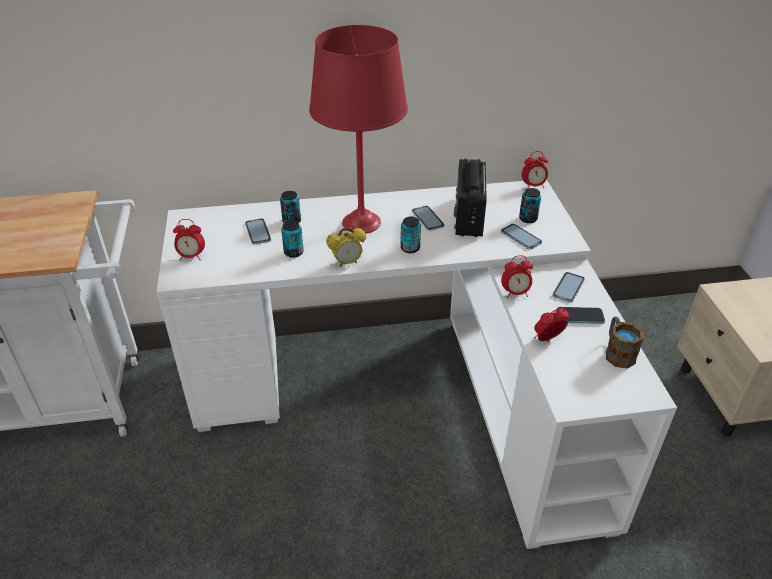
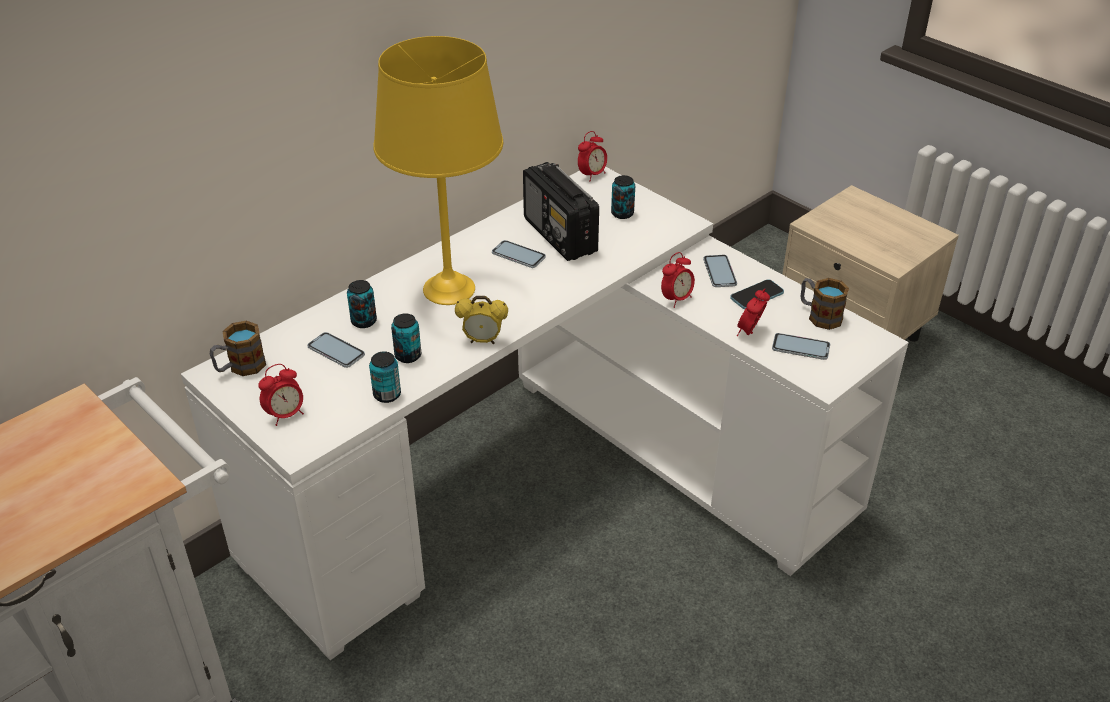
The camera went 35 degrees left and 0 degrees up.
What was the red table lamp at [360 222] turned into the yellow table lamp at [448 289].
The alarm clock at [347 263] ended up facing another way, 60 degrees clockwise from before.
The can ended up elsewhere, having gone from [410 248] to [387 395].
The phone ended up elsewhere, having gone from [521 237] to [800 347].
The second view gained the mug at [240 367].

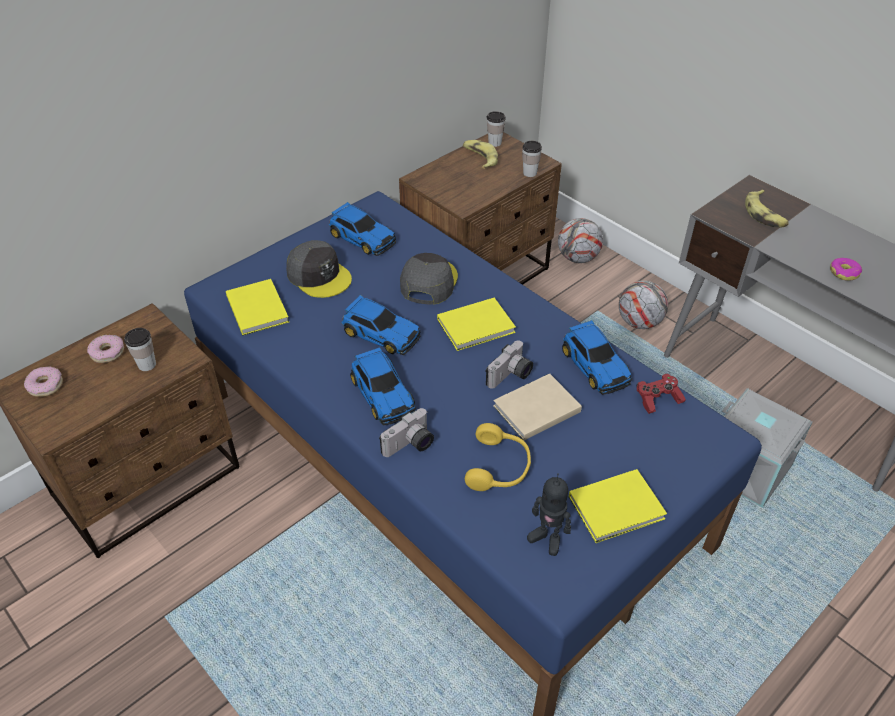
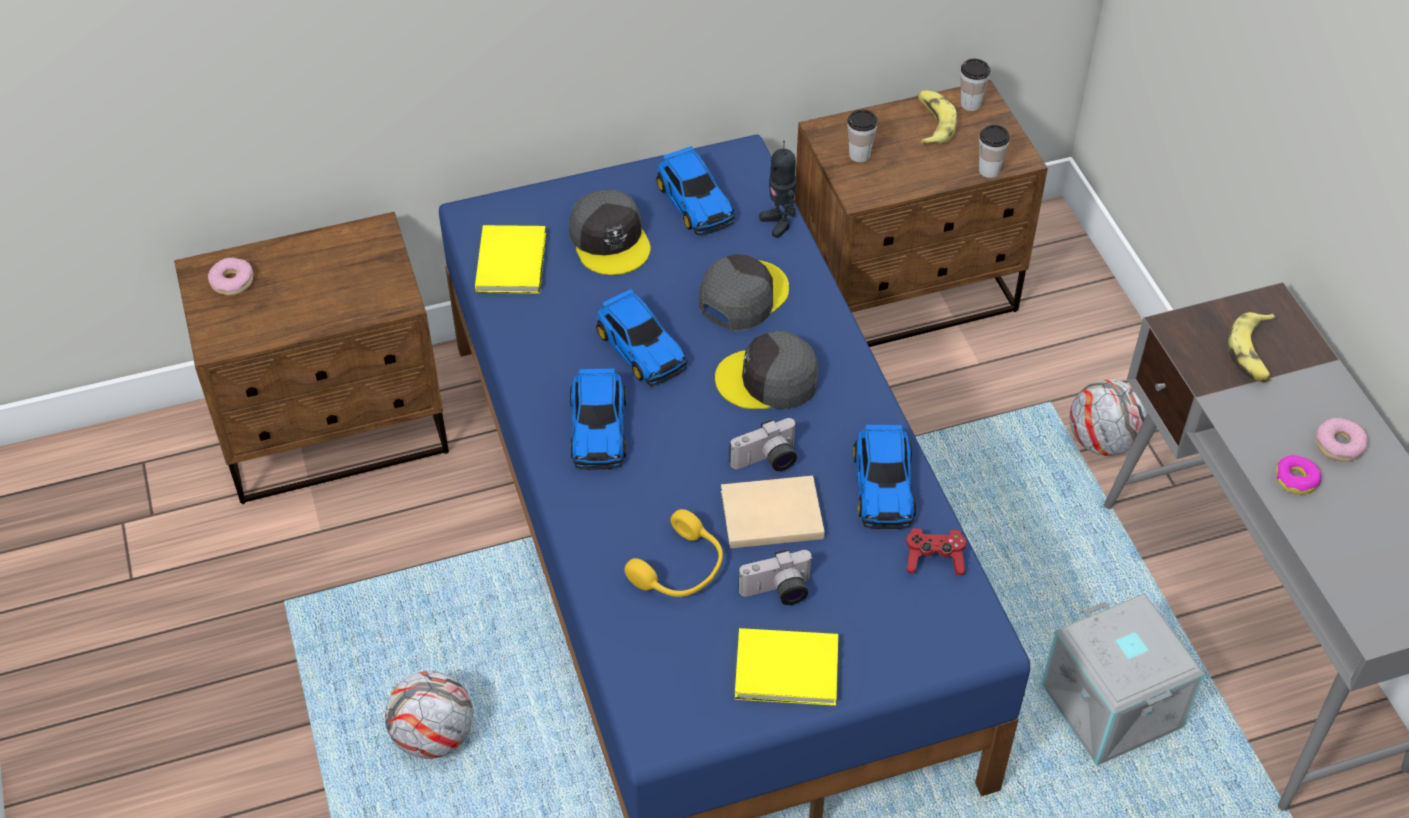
The camera went 25 degrees right and 5 degrees up.
The donut ended up elsewhere, having gone from [107 352] to [1339 445].
The cup ended up elsewhere, having gone from [147 365] to [859 155].
The photo camera ended up elsewhere, having gone from [410 446] to [778 592].
Where the yellow book stood at [478 326], the grey cap came to stand at [768 380].
The toy robot ended up elsewhere, having gone from [547 538] to [779 223].
The football ended up elsewhere, having gone from [577 258] to [433 736].

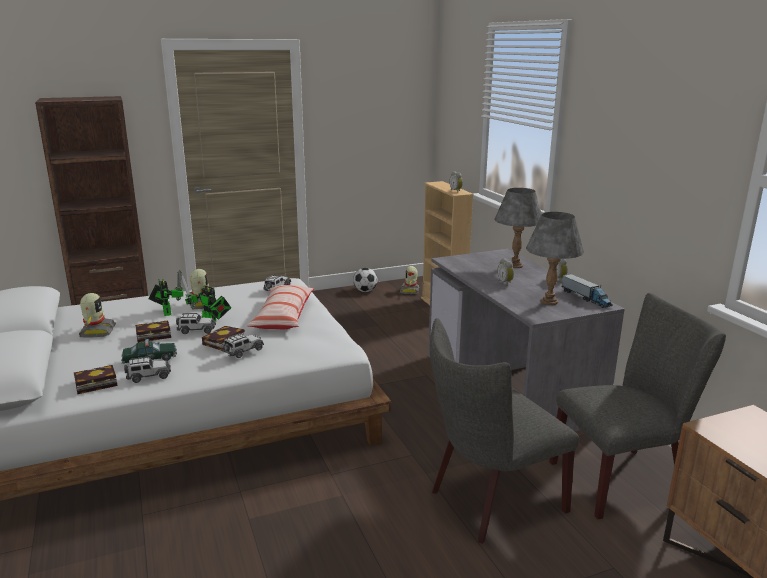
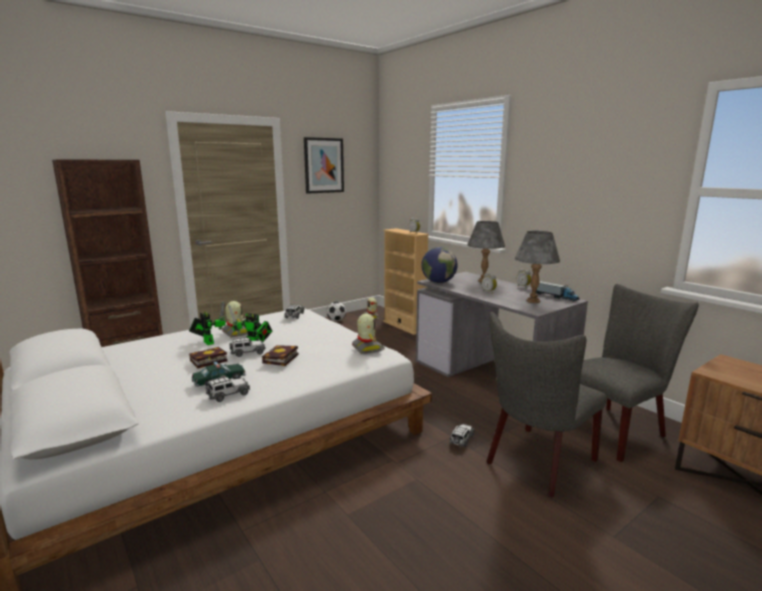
The camera went 15 degrees left and 5 degrees down.
The second view lost the book at [94 384].
The toy robot ended up elsewhere, having gone from [96 331] to [367 348].
The toy car ended up elsewhere, having gone from [243 351] to [461 440].
The second view lost the pillow at [283 316].
The second view gained the picture at [323 165].
The second view gained the globe at [438 282].

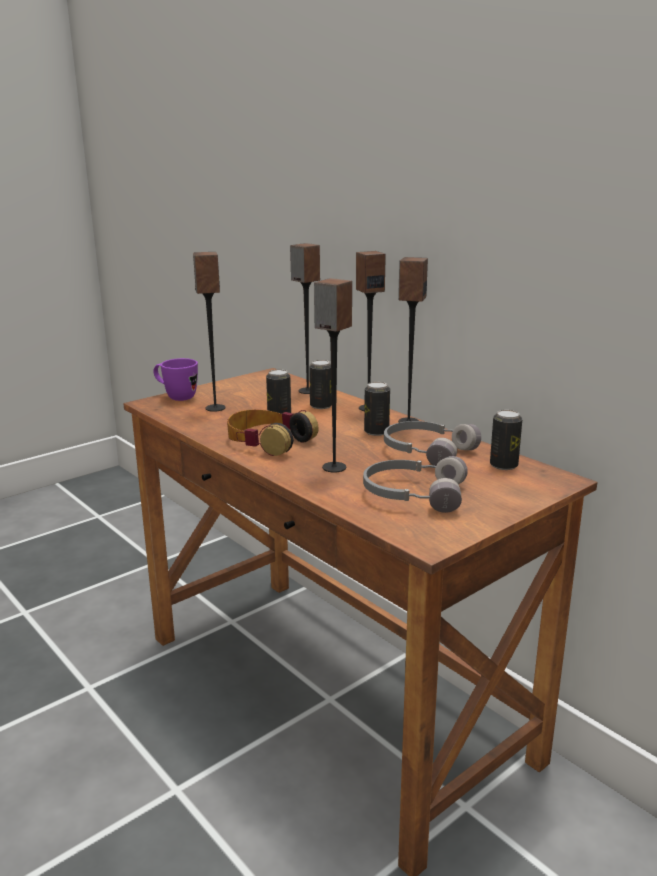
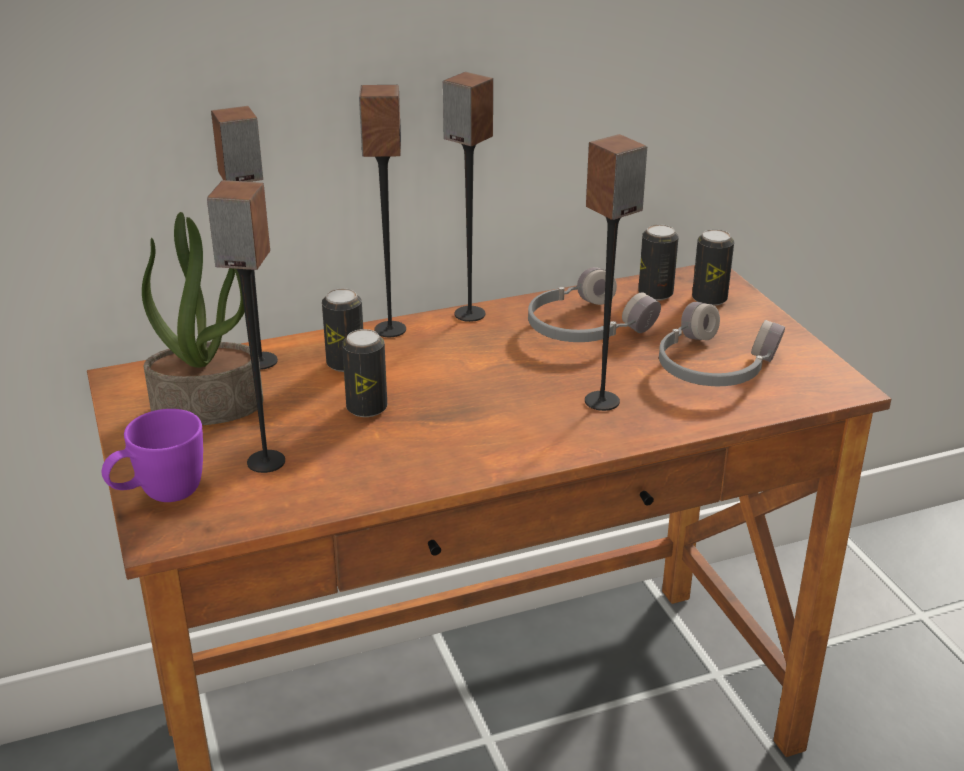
The camera went 70 degrees left and 10 degrees up.
The second view lost the headphones at [268 441].
The can ended up elsewhere, having gone from [376 432] to [709 299].
The second view gained the potted plant at [209 405].

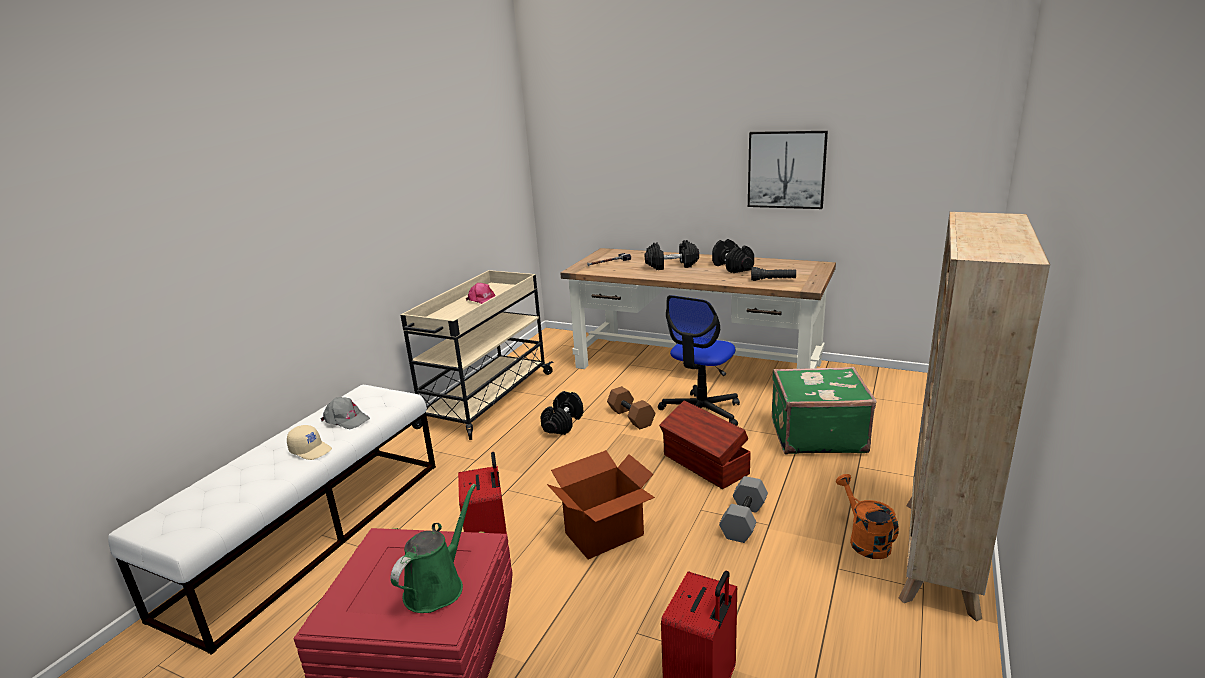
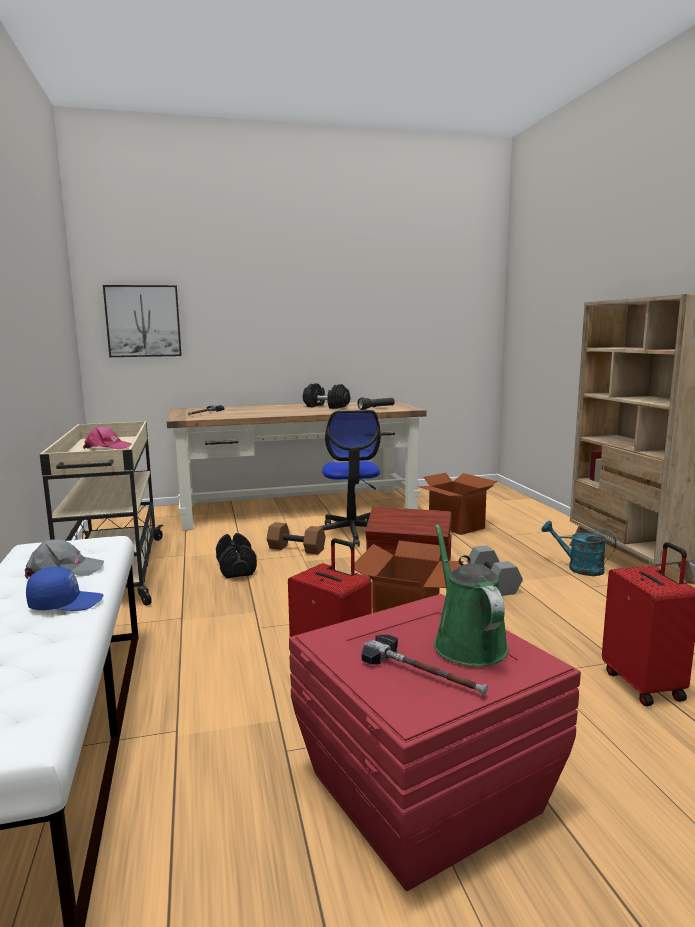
The camera went 40 degrees left and 10 degrees down.
What was the beige cap at [311 450] turned into the blue cap at [66 603].
The second view lost the black dumbbell at [672 265].
The picture ended up elsewhere, having gone from [786 169] to [143 321].
Where the green suitcase stood at [816 435], the cardboard box came to stand at [456 526].
What was the orange watering can at [864 540] turned into the turquoise watering can at [579 568].
The second view gained the hammer at [423 672].

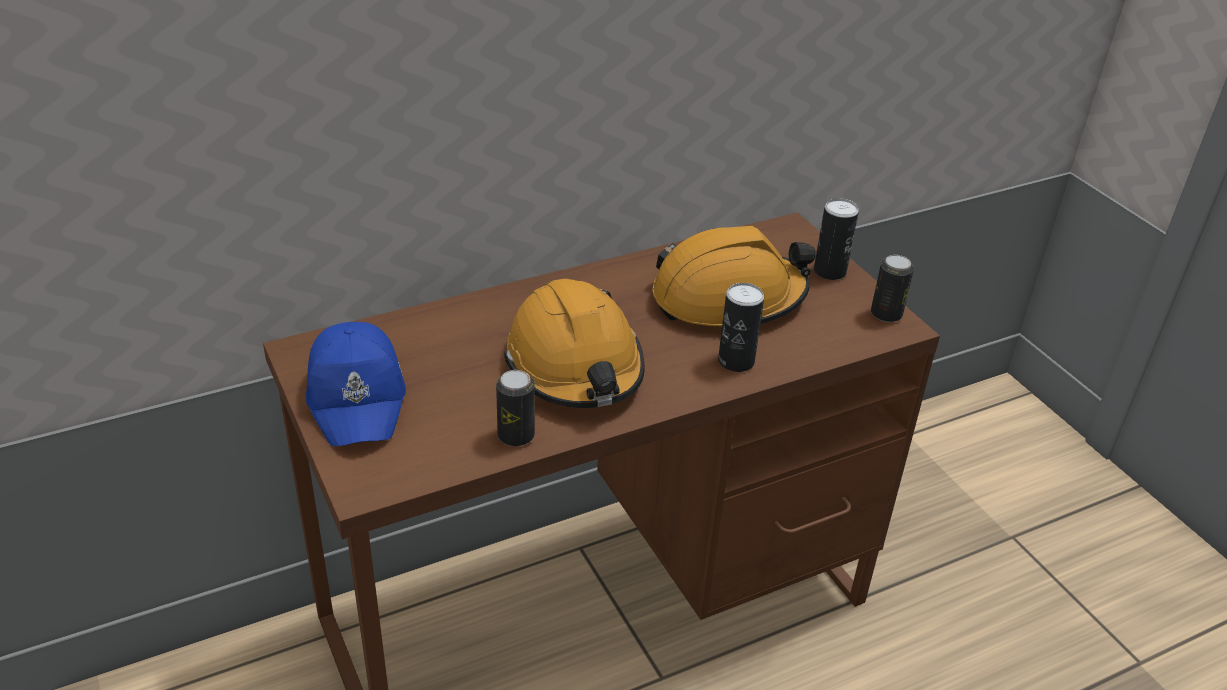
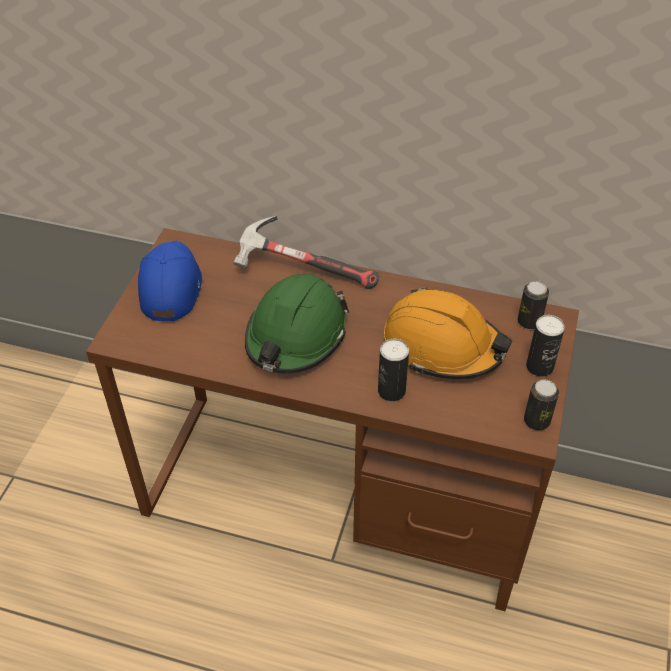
The camera went 45 degrees right and 10 degrees up.
The blue cap at [358 396] ended up facing another way, 150 degrees clockwise from before.
The can ended up elsewhere, having gone from [516 435] to [529 321].
What was the orange hard hat at [575 366] turned into the green hard hat at [296 336].
The second view gained the hammer at [304 270].

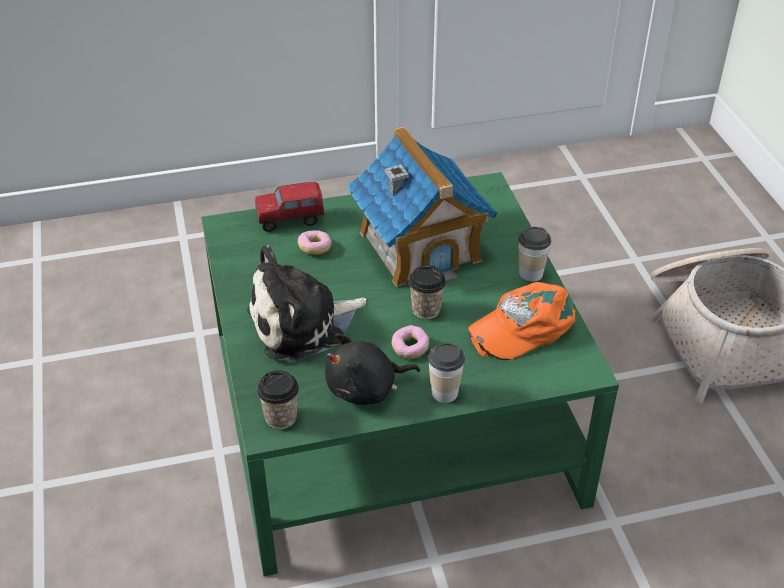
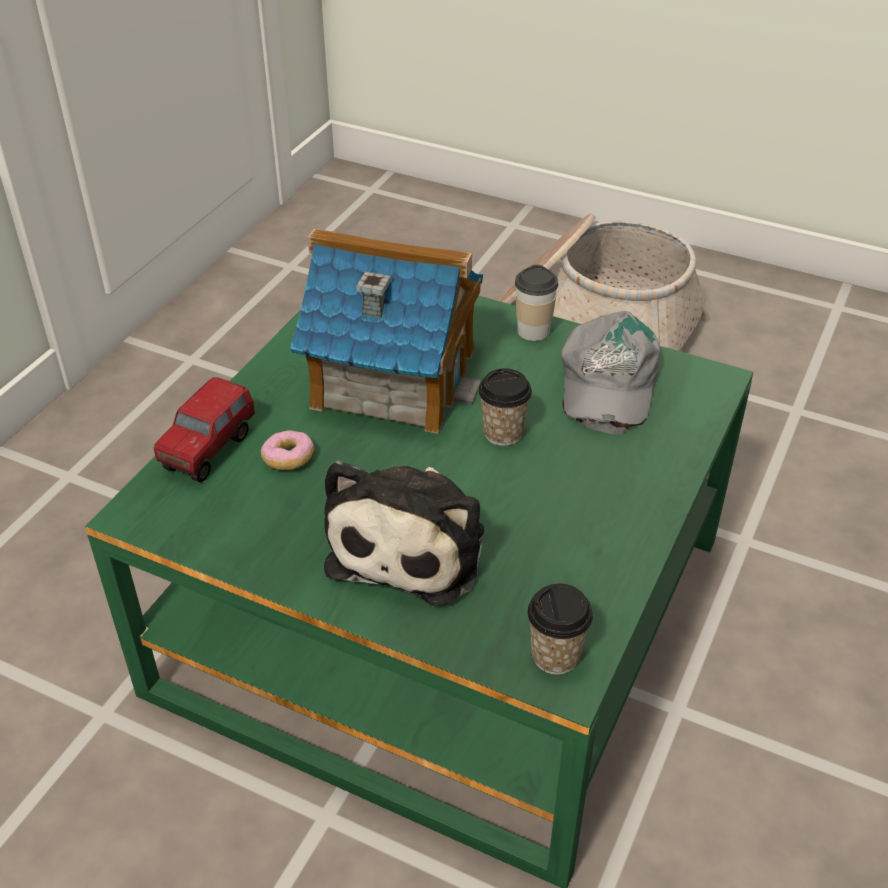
The camera went 50 degrees left and 0 degrees up.
The second view lost the black plush toy at [366 389].
The second view lost the donut at [410 348].
The second view lost the cup at [444 392].
What was the orange cap at [522 326] turned into the grey cap at [606 382].

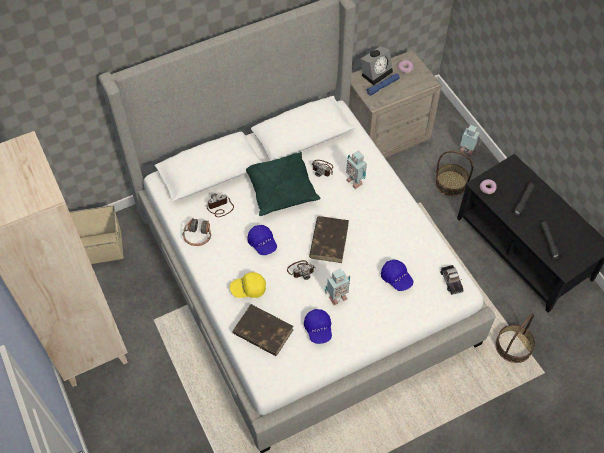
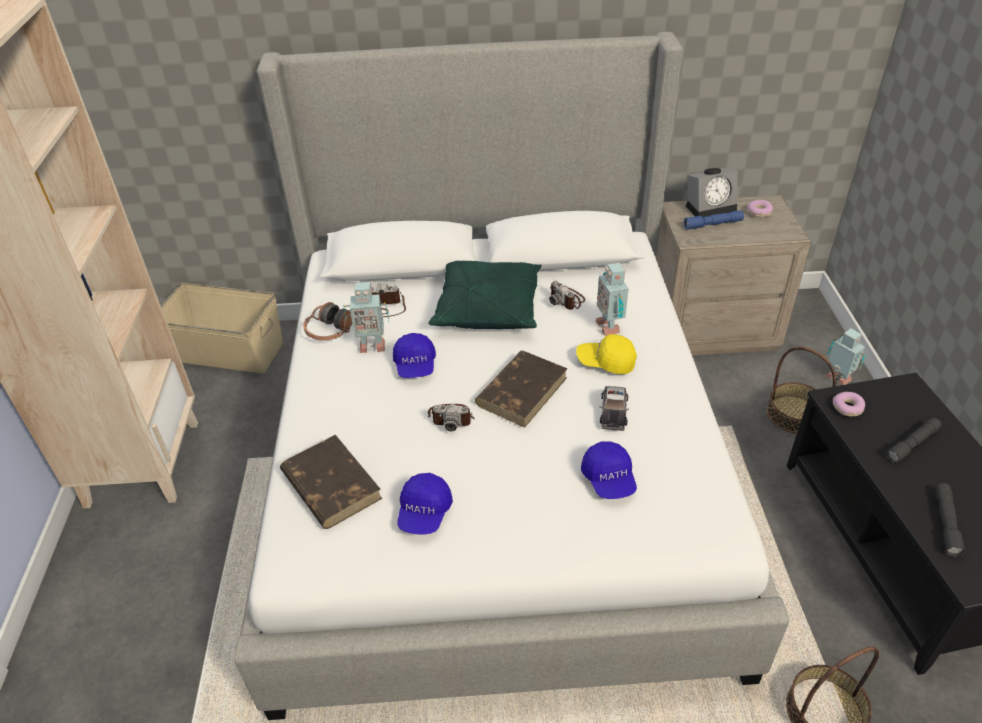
The camera went 25 degrees right and 15 degrees down.
The yellow cap ended up elsewhere, having gone from [248 289] to [606 362].
The toy robot ended up elsewhere, having gone from [336 297] to [371 345].
The toy car ended up elsewhere, having gone from [451 281] to [613 412].

